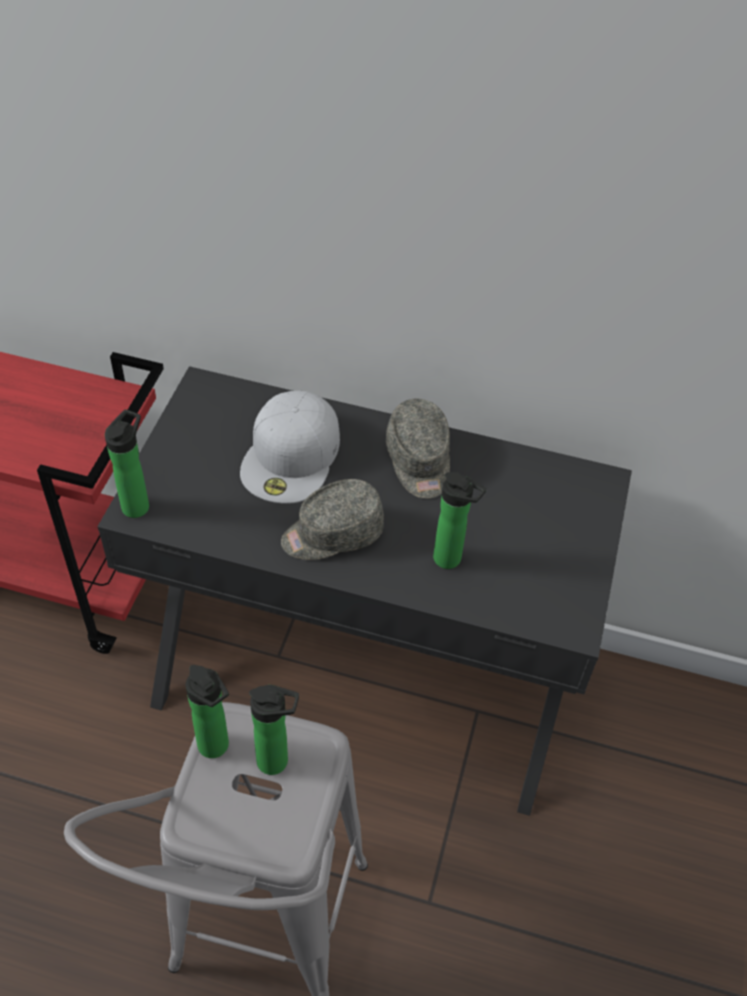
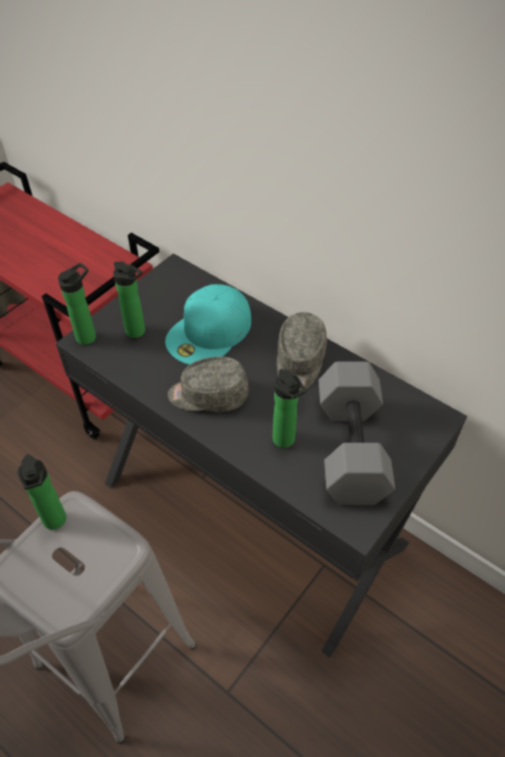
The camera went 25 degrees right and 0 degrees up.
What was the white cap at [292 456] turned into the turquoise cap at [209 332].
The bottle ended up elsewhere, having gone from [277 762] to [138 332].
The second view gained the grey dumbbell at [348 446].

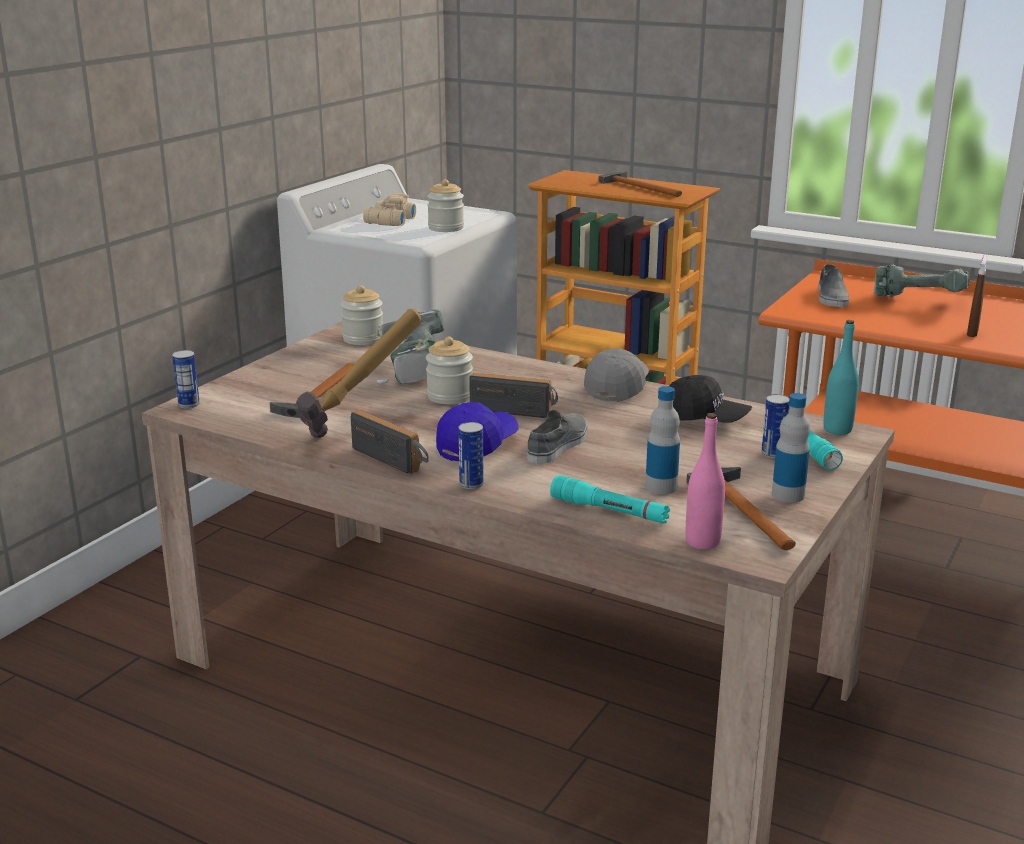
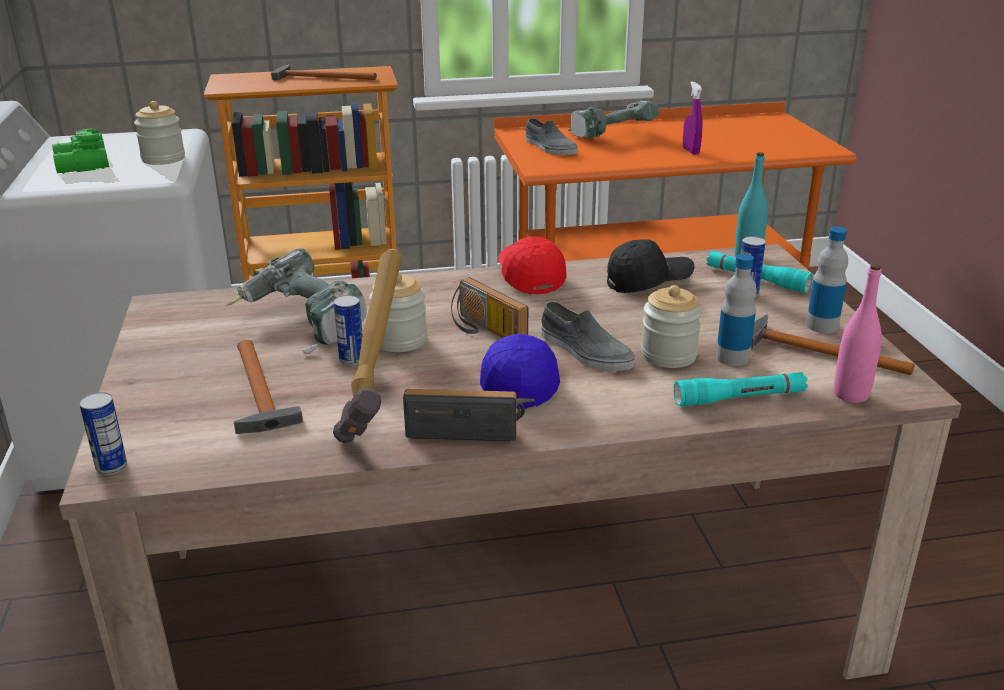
The camera went 40 degrees left and 5 degrees up.
The jar ended up elsewhere, having gone from [363 339] to [668 355].
What was the beige binoculars at [388 221] turned into the green binoculars at [81 166].
The can ended up elsewhere, having gone from [471 484] to [351 359].
The radio at [515 409] ended up facing another way, 105 degrees counterclockwise from before.
The grey shoe at [558 445] ended up facing another way, 150 degrees clockwise from before.
What was the grey cap at [617 387] turned into the red cap at [530 277].
What was the brown spray bottle at [972 333] turned into the purple spray bottle at [690 151].

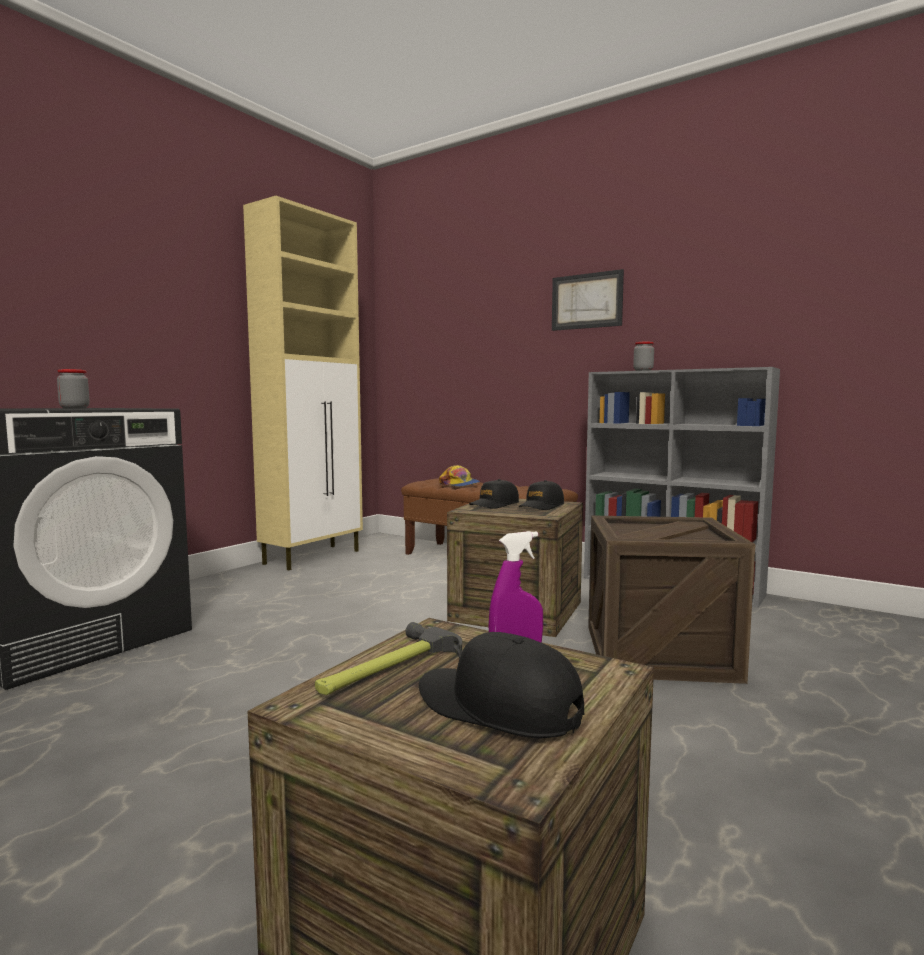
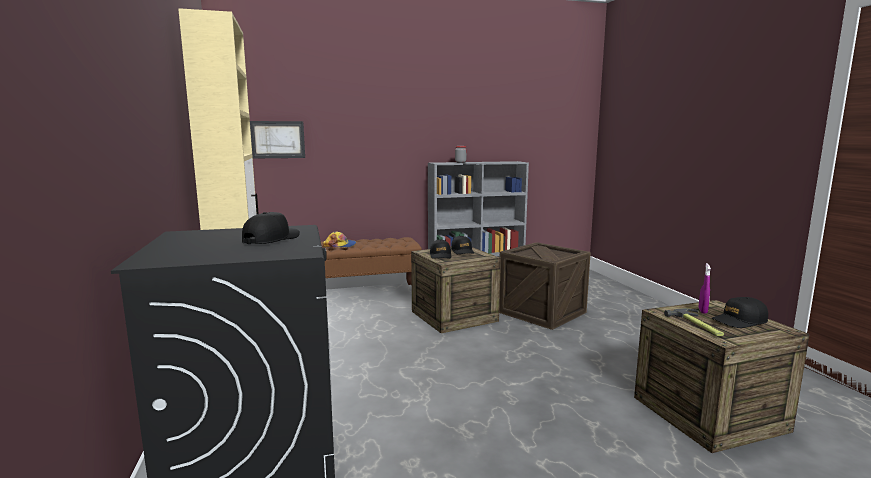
The camera went 50 degrees left and 5 degrees up.
Where the jar stood at [74 408], the black cap came to stand at [271 239].
The picture ended up elsewhere, having gone from [586 301] to [277 139].

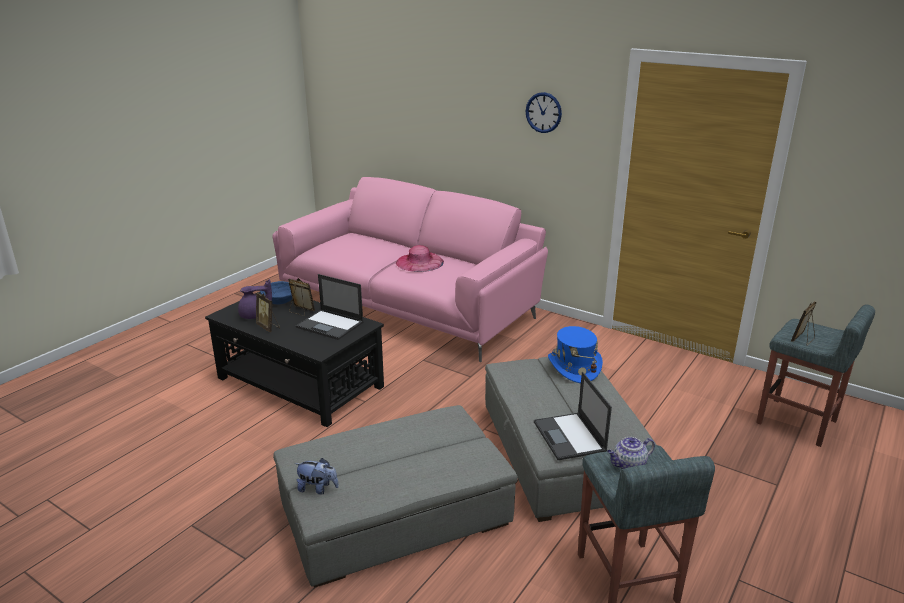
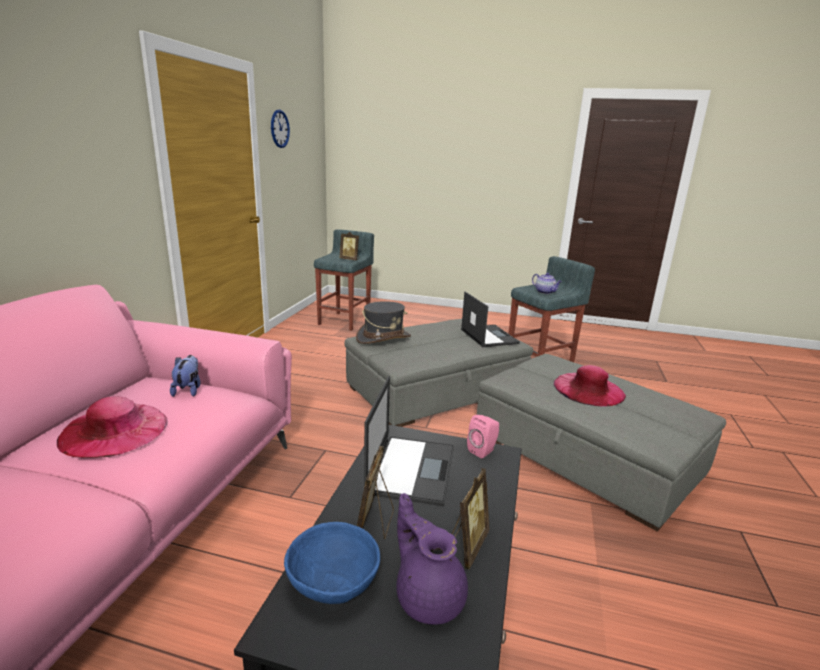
The camera went 110 degrees left and 5 degrees down.
The plush toy ended up elsewhere, having gone from [318 488] to [188 390].
The wall clock ended up elsewhere, having gone from [543 112] to [279 129].
The laptop at [570 437] ended up facing another way, 75 degrees counterclockwise from before.
What was the blue hat at [574 367] turned into the grey hat at [383 338].
The second view gained the pink speaker at [483 451].
The second view gained the pink hat at [588 389].

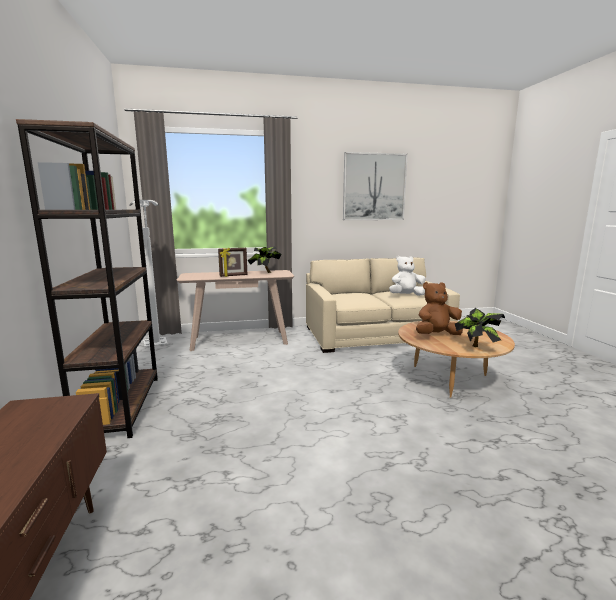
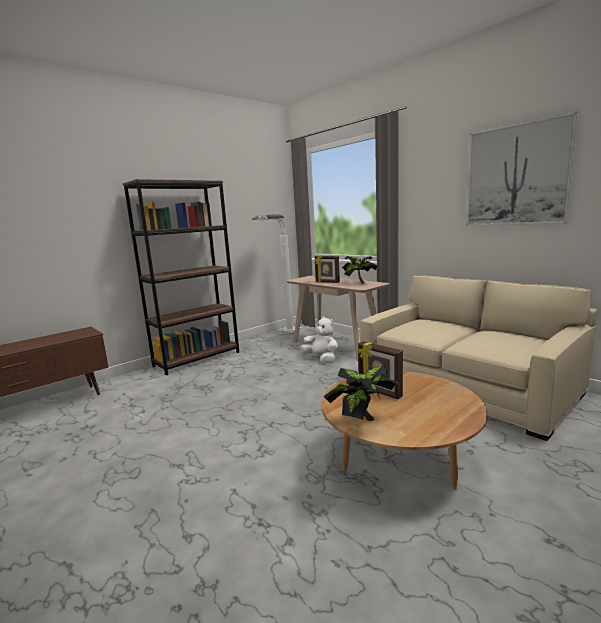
The camera went 60 degrees right and 0 degrees up.
The white plush toy ended up elsewhere, having gone from [406 295] to [321 359].
Where the brown plush toy stood at [436 335], the picture frame came to stand at [379 392].

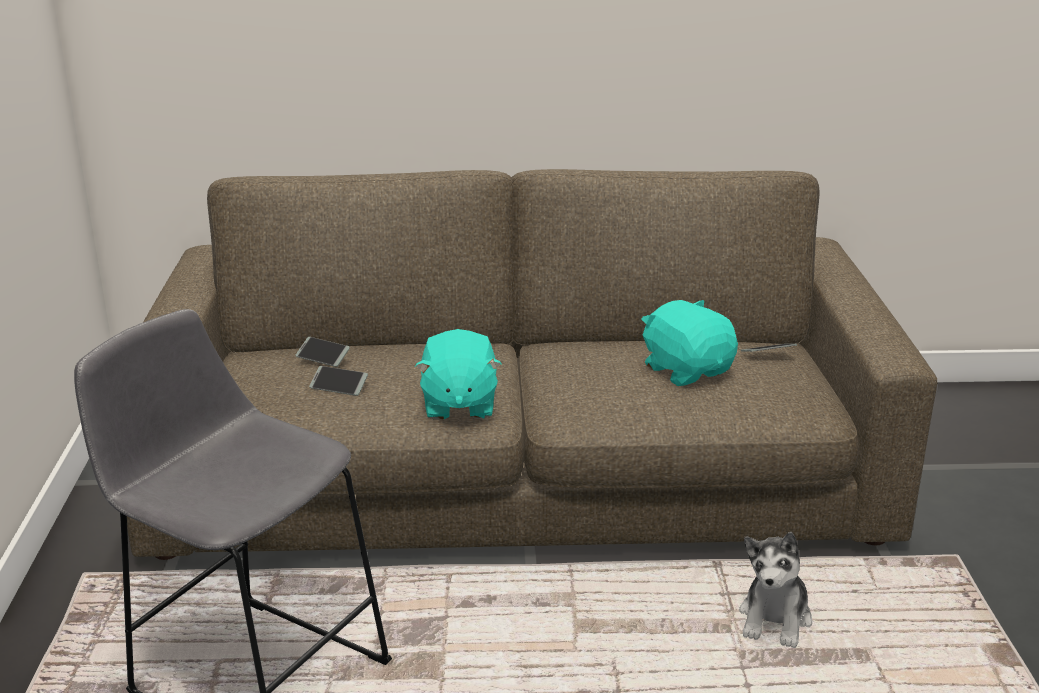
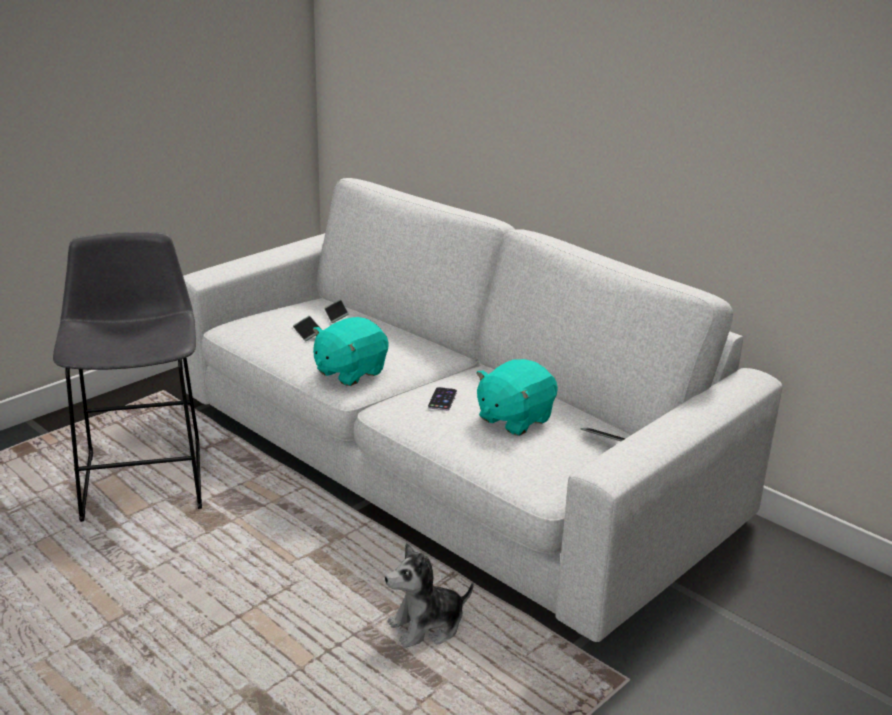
The camera went 45 degrees right and 0 degrees up.
What was the brown sofa at [519 470] turned into the white sofa at [443 457].
The turquoise plush toy at [687 370] ended up facing another way, 150 degrees counterclockwise from before.
The second view gained the phone at [442 399].

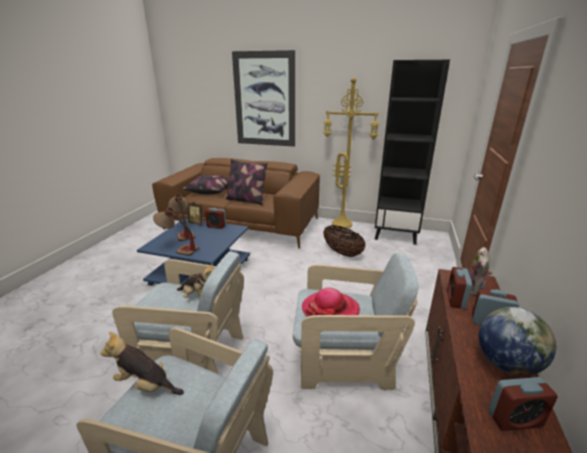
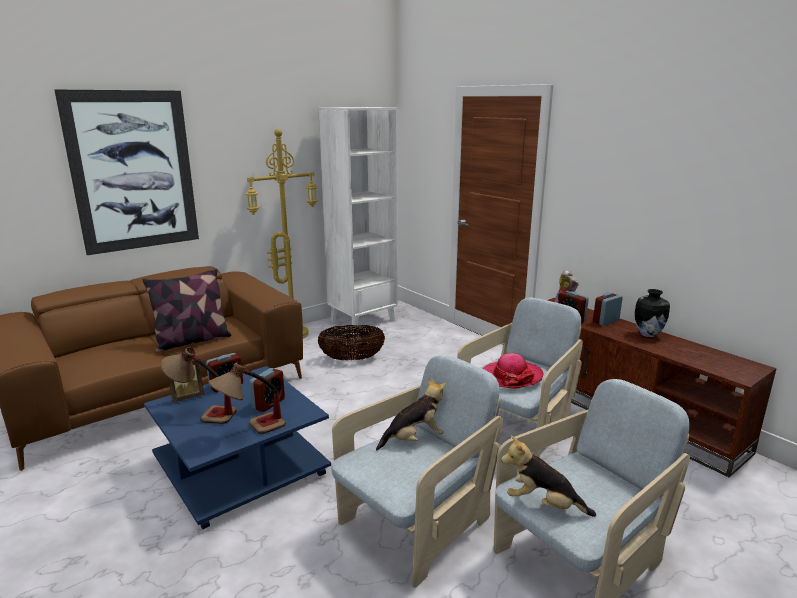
The camera went 55 degrees left and 5 degrees down.
The plush toy at [146 385] ended up facing another way, 60 degrees clockwise from before.
The second view lost the pillow at [210 191].
What was the black bookcase at [396 234] turned into the white bookcase at [362 320].
Where the globe stood at [506 363], the vase came to stand at [647 334].
The alarm clock ended up elsewhere, having gone from [514 419] to [268 404].

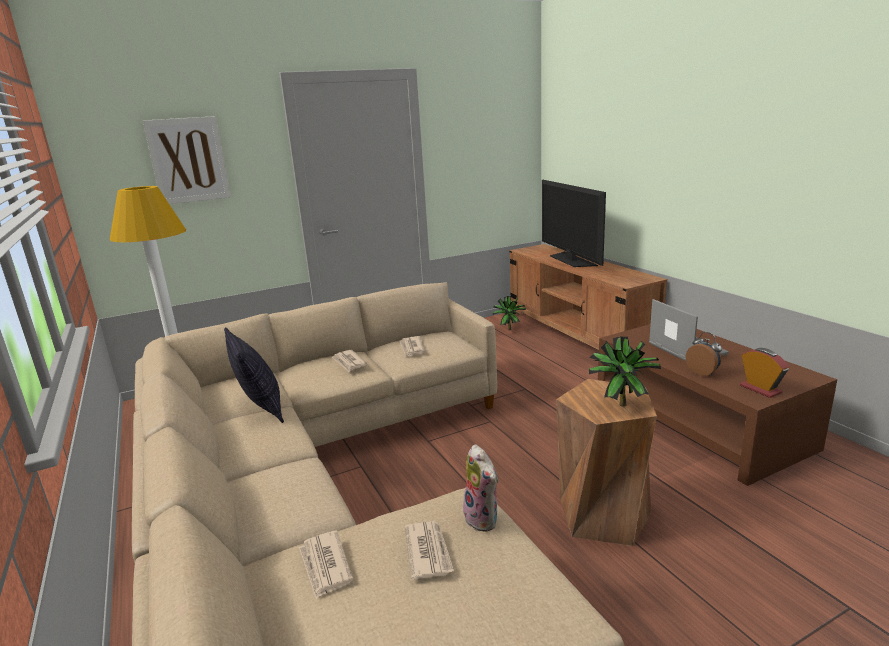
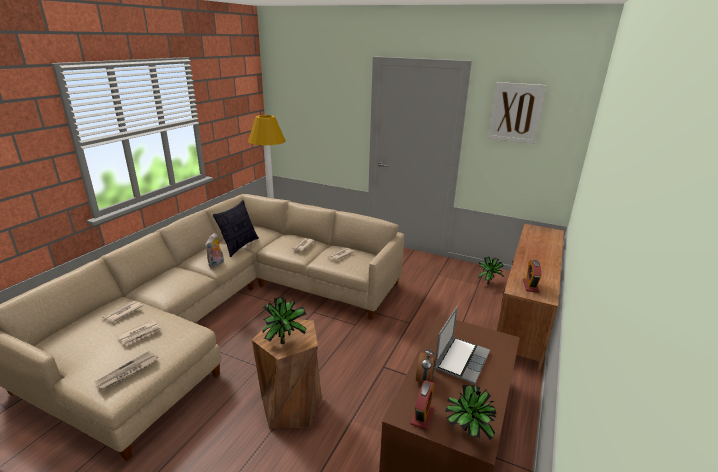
The camera went 50 degrees right and 5 degrees up.
The picture ended up elsewhere, having gone from [188 160] to [515 113].
The plush toy ended up elsewhere, having gone from [484 519] to [216 264].
The second view lost the television at [571 260].
The second view gained the newspaper at [128 372].
The second view gained the potted plant at [466 436].
The second view gained the alarm clock at [530 286].

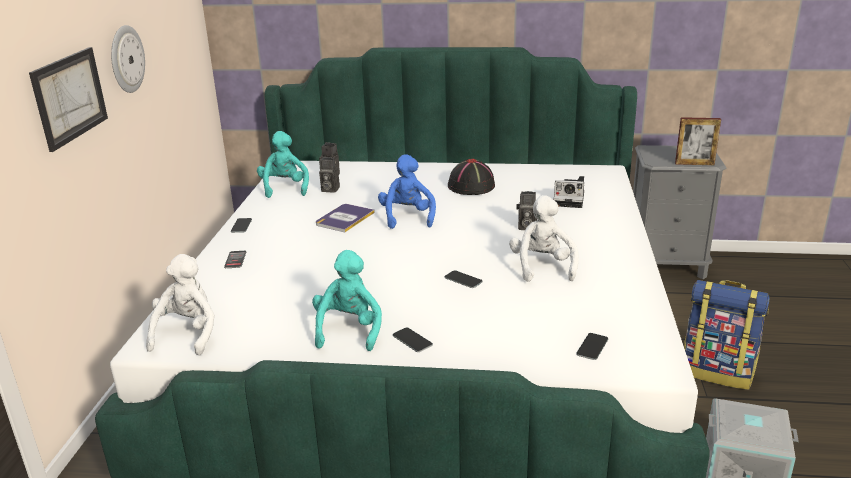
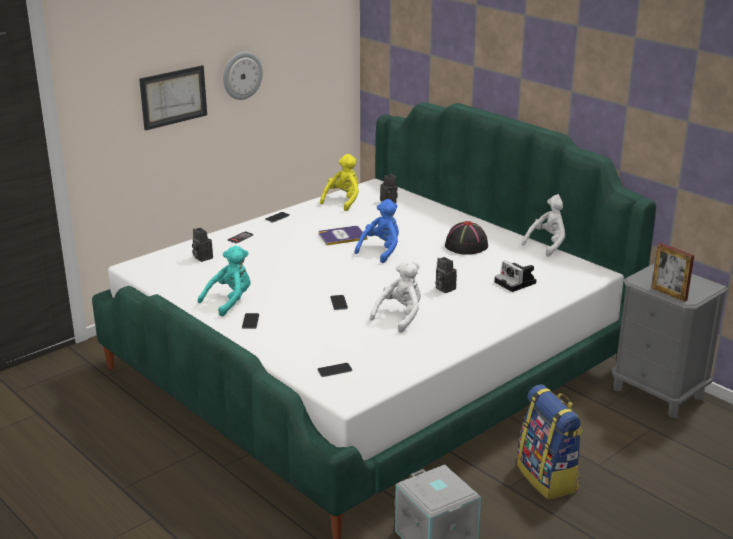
The camera went 40 degrees right and 0 degrees up.
The white plush toy ended up elsewhere, having gone from [187 334] to [548 244].
What was the turquoise plush toy at [284 188] turned into the yellow plush toy at [343 201].
The photo camera ended up elsewhere, having gone from [329 189] to [202 257].

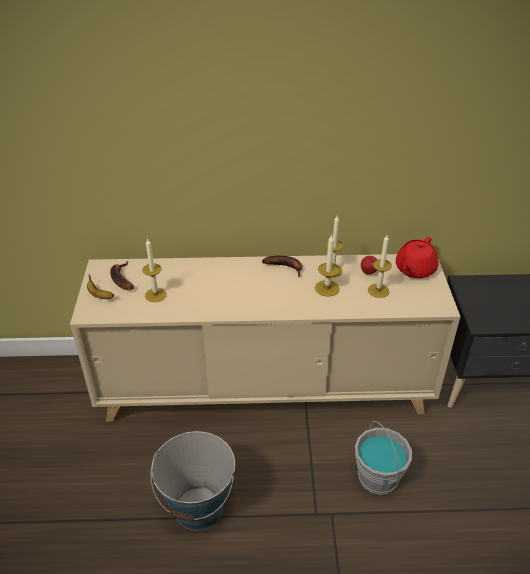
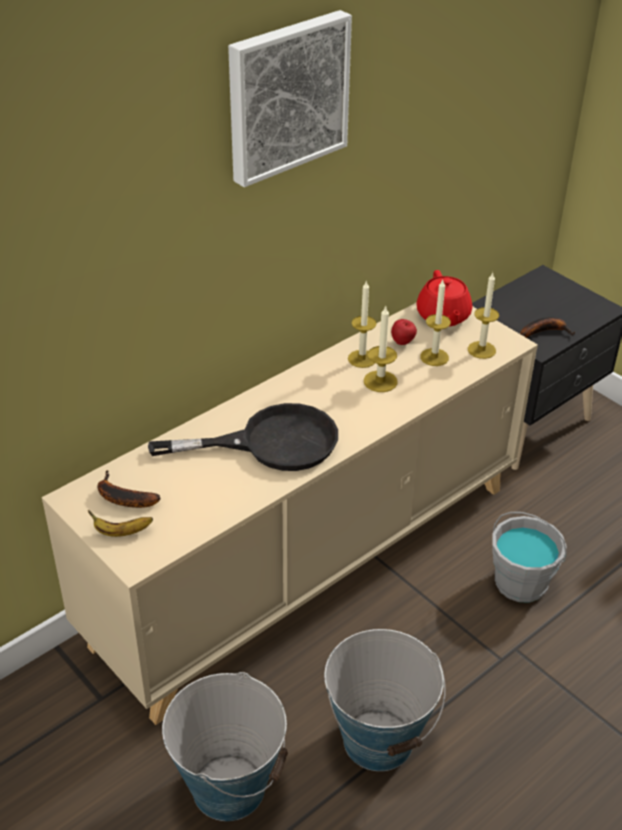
The camera went 40 degrees left and 0 degrees up.
The candle ended up elsewhere, having gone from [155 295] to [481 350].
The banana ended up elsewhere, having gone from [286 267] to [544 331].
The second view gained the black frying pan at [271 443].
The second view gained the bucket at [229 786].
The second view gained the picture at [286 96].

